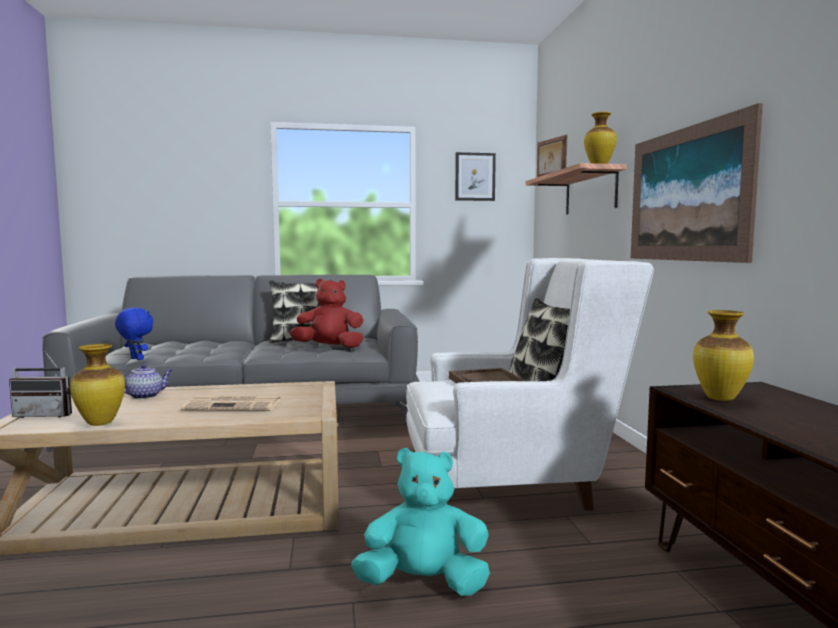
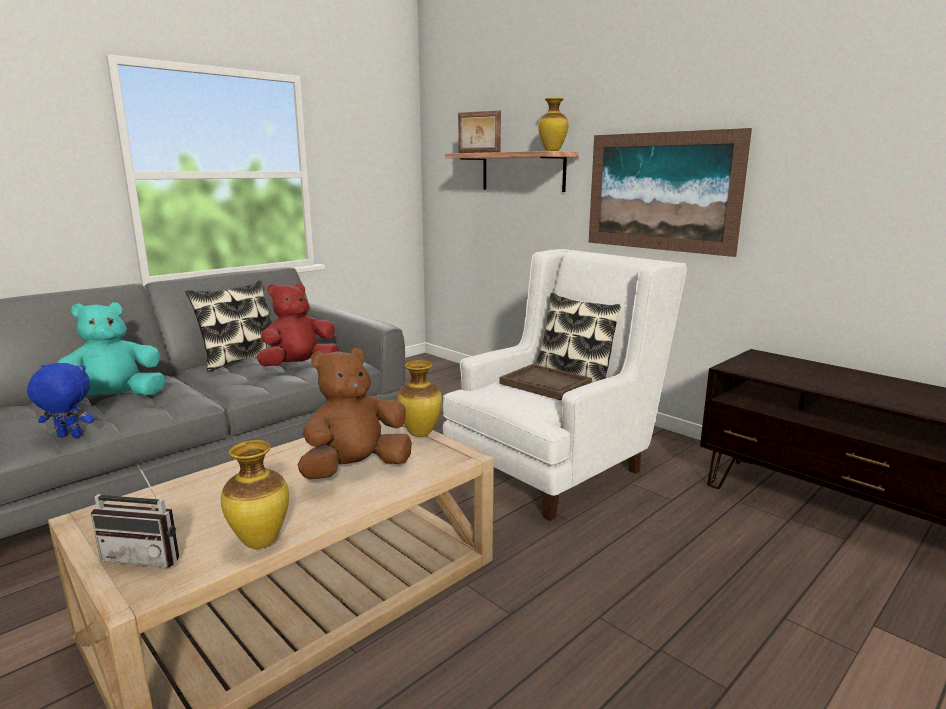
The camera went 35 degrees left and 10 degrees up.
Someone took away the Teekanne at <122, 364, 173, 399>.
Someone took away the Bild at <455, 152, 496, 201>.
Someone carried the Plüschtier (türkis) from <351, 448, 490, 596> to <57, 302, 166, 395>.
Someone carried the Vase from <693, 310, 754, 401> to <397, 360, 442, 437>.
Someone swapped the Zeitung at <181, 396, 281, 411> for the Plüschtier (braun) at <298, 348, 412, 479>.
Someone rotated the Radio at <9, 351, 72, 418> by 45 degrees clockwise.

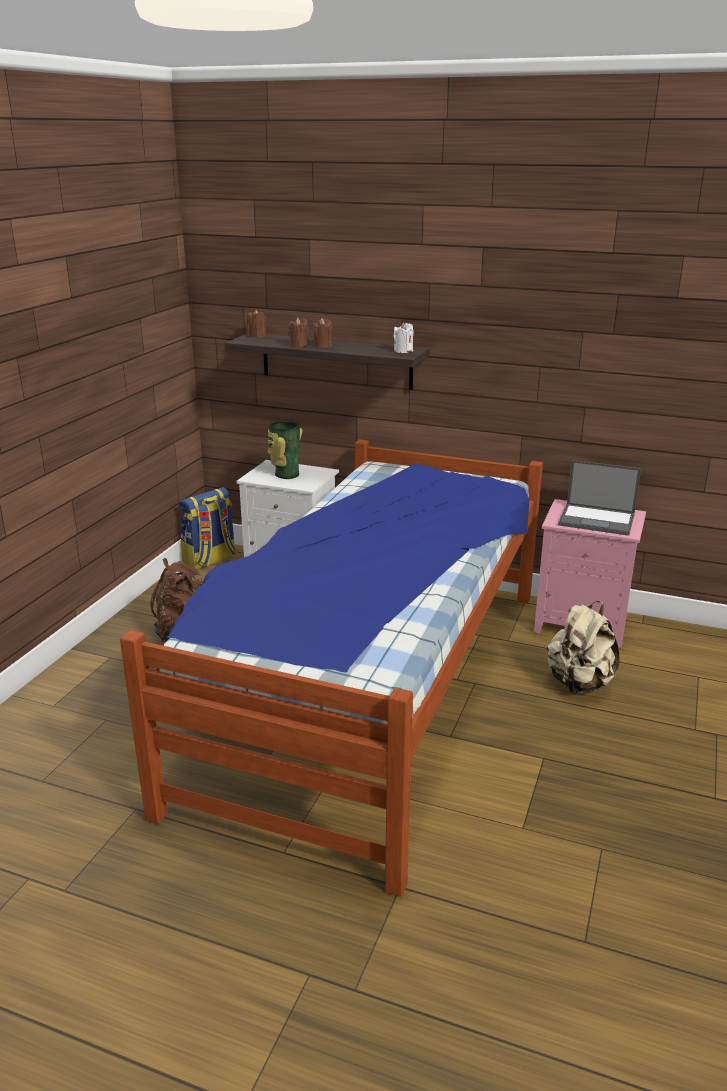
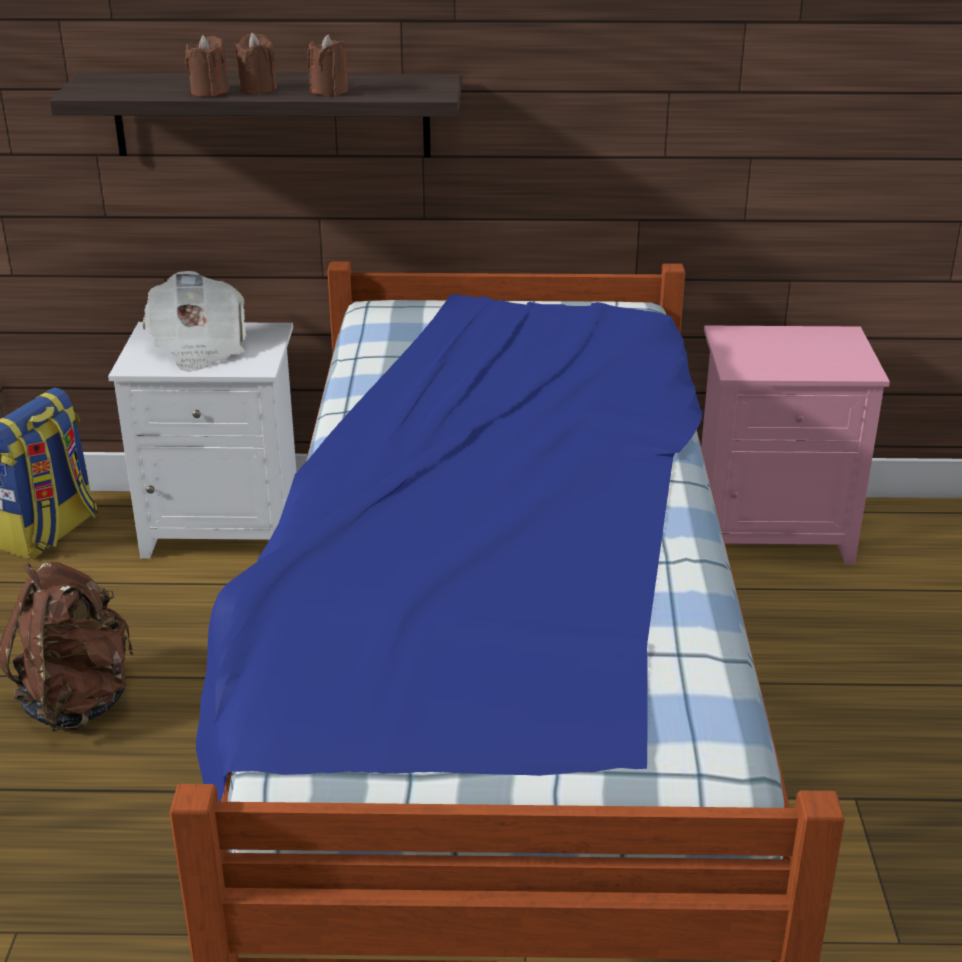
The camera went 20 degrees left and 5 degrees up.
Someone took away the Kerze (weiß) at <394, 322, 414, 353>.
Someone took away the Rucksack (beige) at <547, 601, 619, 693>.
Someone took away the Laptop at <558, 460, 641, 536>.
Someone carried the Kerze (braun) from <247, 309, 266, 338> to <307, 34, 348, 95>.
Someone swapped the Vase at <268, 421, 302, 479> for the Zeitung at <142, 271, 246, 372>.

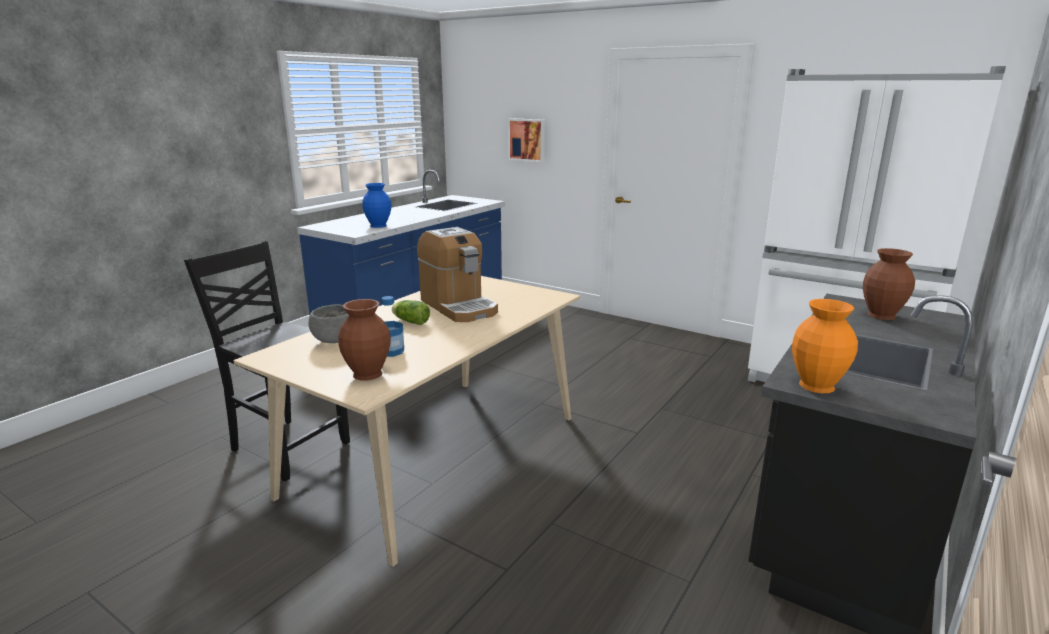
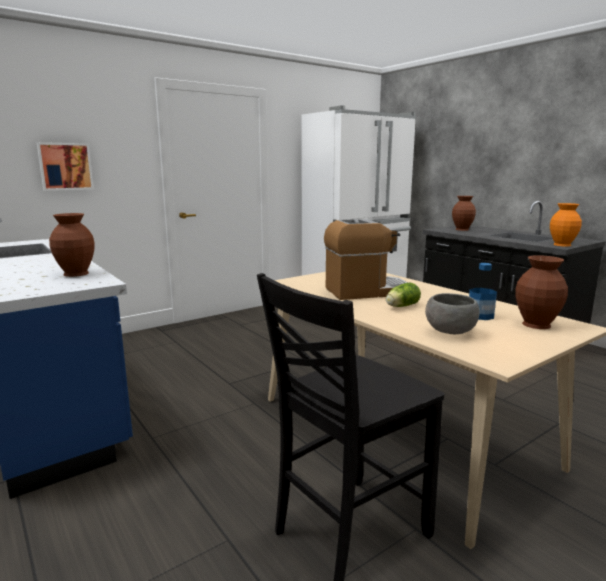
The camera went 70 degrees left and 5 degrees down.
Someone repainted the Vase (blau) at <362, 183, 391, 228>, which became the Vase (braun) at <49, 213, 95, 277>.

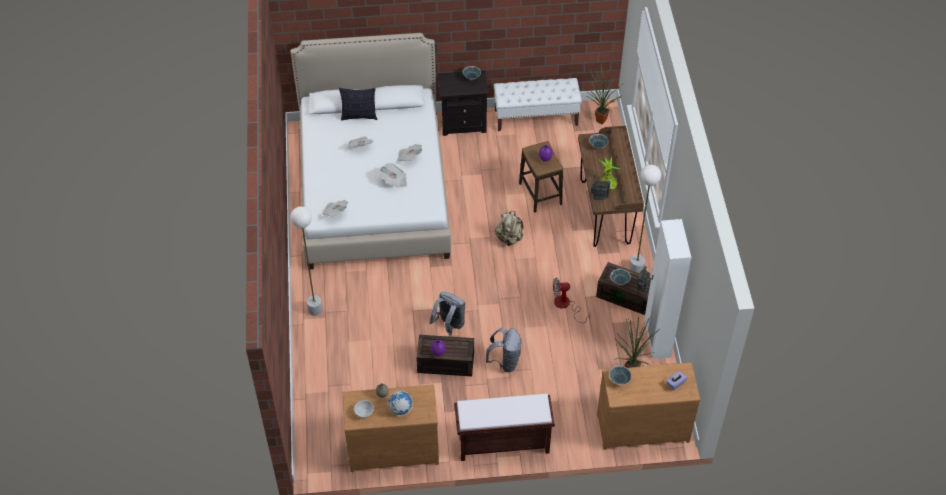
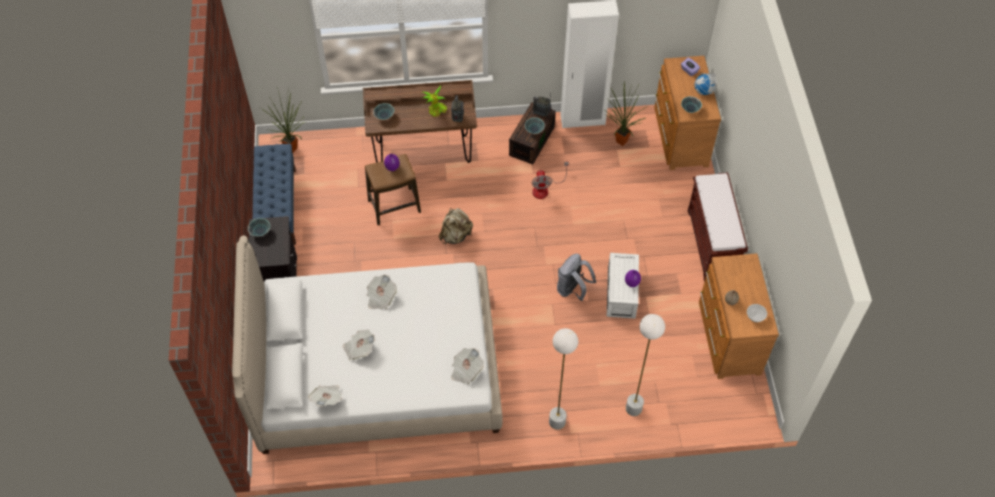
The camera went 90 degrees left and 5 degrees up.
Someone took away the Kissen at <339, 88, 377, 120>.
Someone took away the Rucksack (grau) at <486, 328, 522, 372>.
Someone carried the Zeitung from <380, 163, 407, 187> to <308, 385, 342, 406>.
Someone carried the Globus from <387, 390, 413, 416> to <695, 73, 717, 95>.
Someone carried the Stehlampe (weiß) from <629, 165, 661, 273> to <626, 314, 665, 416>.
Someone repainted the Aufbewahrungsbox (braun) at <416, 335, 474, 376>, which became the Aufbewahrungsbox (weiß) at <607, 253, 639, 319>.
Someone repainted the Bank (weiß) at <494, 78, 582, 131>, which became the Bank (blau) at <252, 144, 296, 245>.

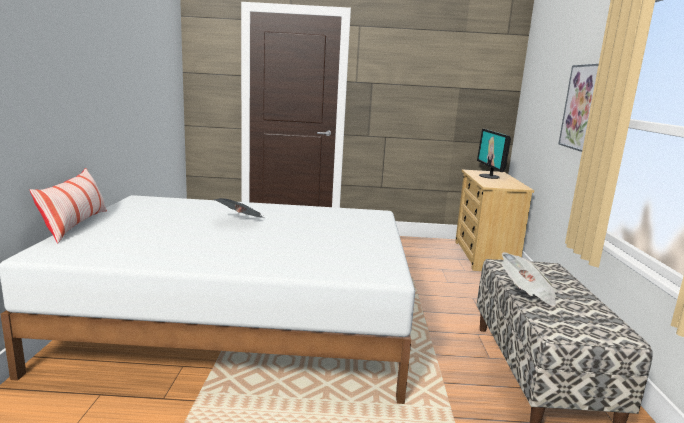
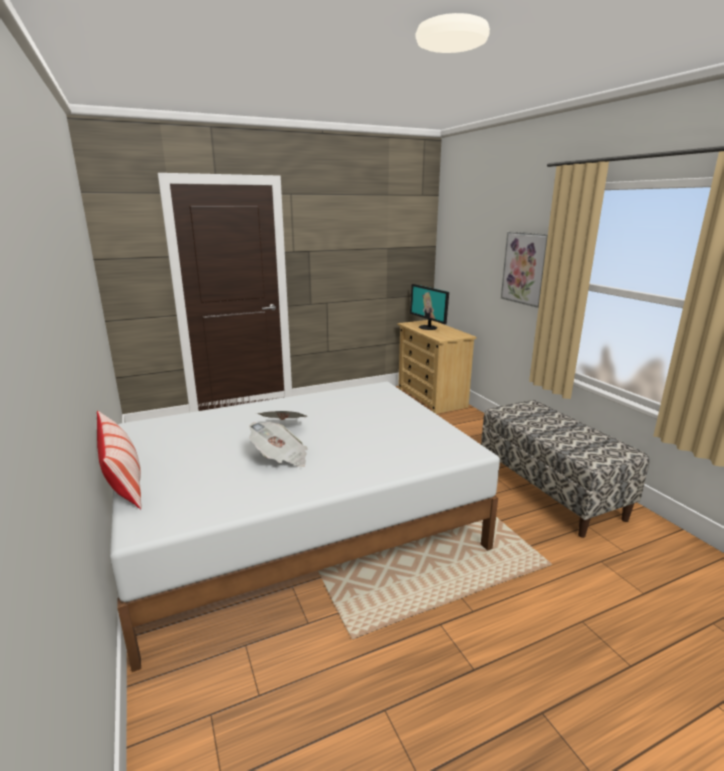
The camera went 25 degrees left and 5 degrees up.
Someone carried the Zeitung from <502, 252, 557, 307> to <249, 422, 308, 467>.

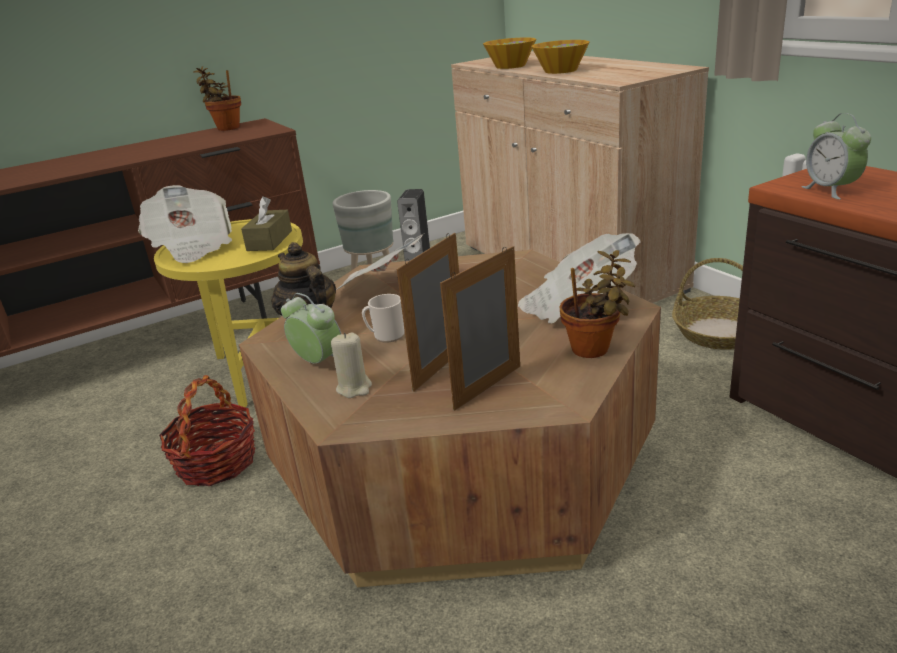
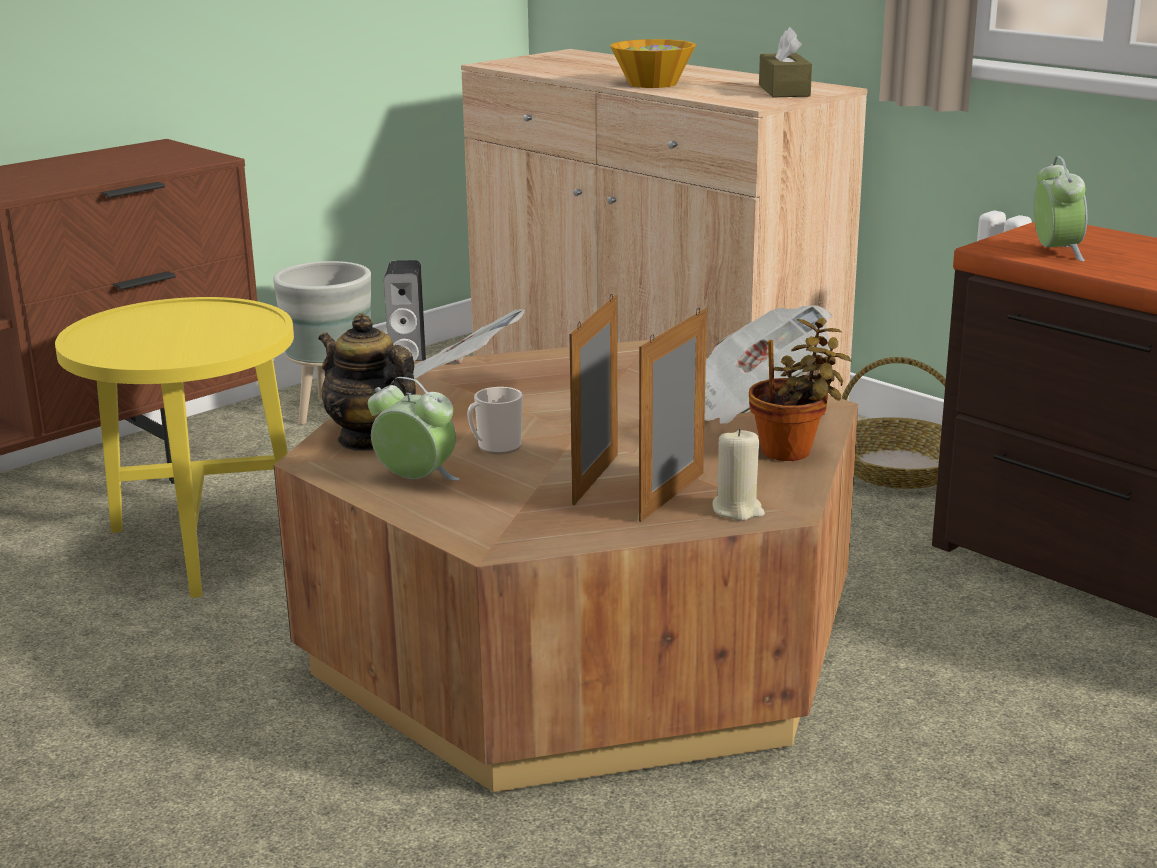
The camera went 15 degrees left and 5 degrees down.
Someone took away the Zeitung at <138, 185, 232, 263>.
Someone took away the Korb at <159, 375, 255, 486>.
Someone took away the Topfpflanze at <194, 66, 241, 131>.
Someone took away the Schüssel at <483, 37, 536, 69>.
Someone carried the Taschentuchbox (braun) from <241, 196, 292, 251> to <759, 27, 812, 97>.
Someone carried the Kerze (beige) from <331, 332, 372, 398> to <712, 428, 765, 521>.
Someone rotated the Wecker at <801, 113, 871, 200> by 150 degrees counterclockwise.

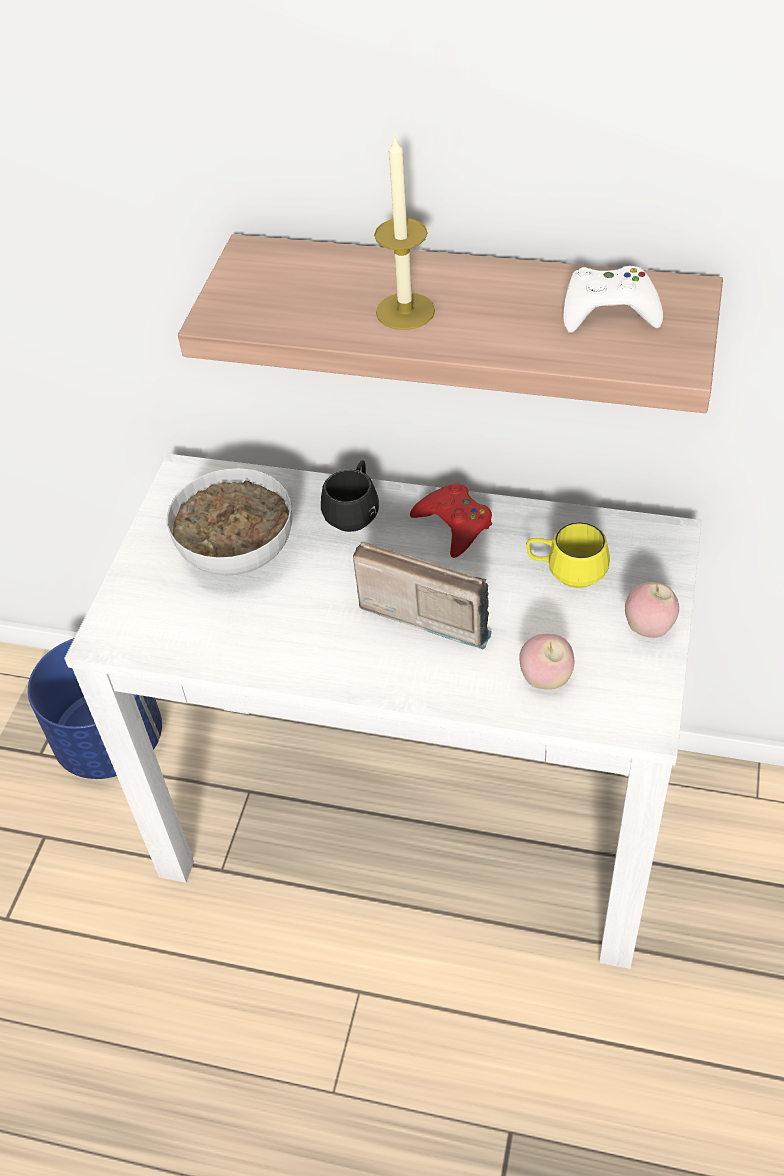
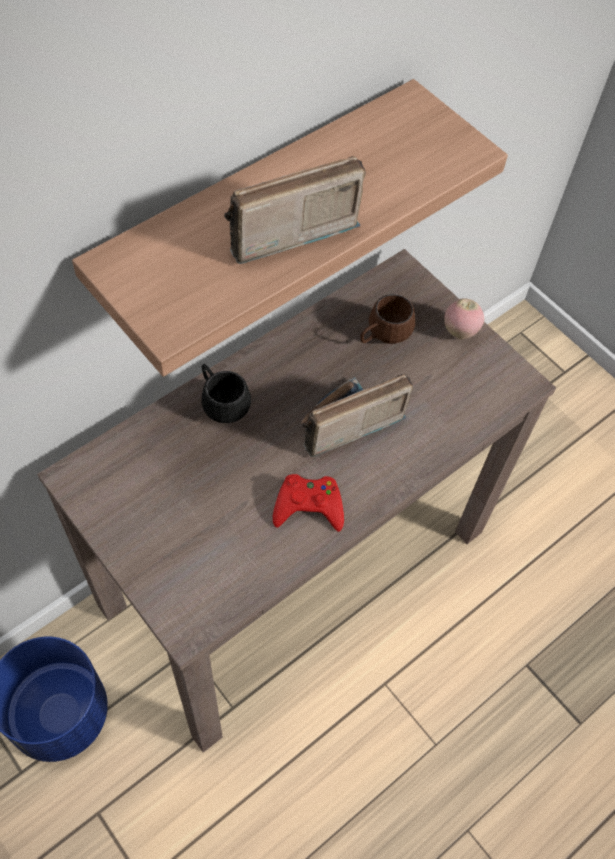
The camera went 60 degrees left and 10 degrees up.
Someone took away the Schüssel at <167, 468, 292, 575>.
Someone took away the Apfel at <519, 634, 574, 690>.
Someone took away the Gamepad (weiß) at <563, 266, 663, 333>.
Someone carried the Gamepad (rot) from <410, 483, 492, 558> to <273, 474, 344, 532>.
Someone swapped the Kerze at <374, 137, 435, 330> for the Radio at <224, 156, 366, 264>.
Someone repainted the Konsolentisch (weiß) at <64, 454, 702, 969>, which became the Konsolentisch (braun) at <37, 249, 556, 752>.
Someone repainted the Henkelbecher (gelb) at <526, 522, 610, 588>, which became the Henkelbecher (braun) at <360, 294, 415, 344>.

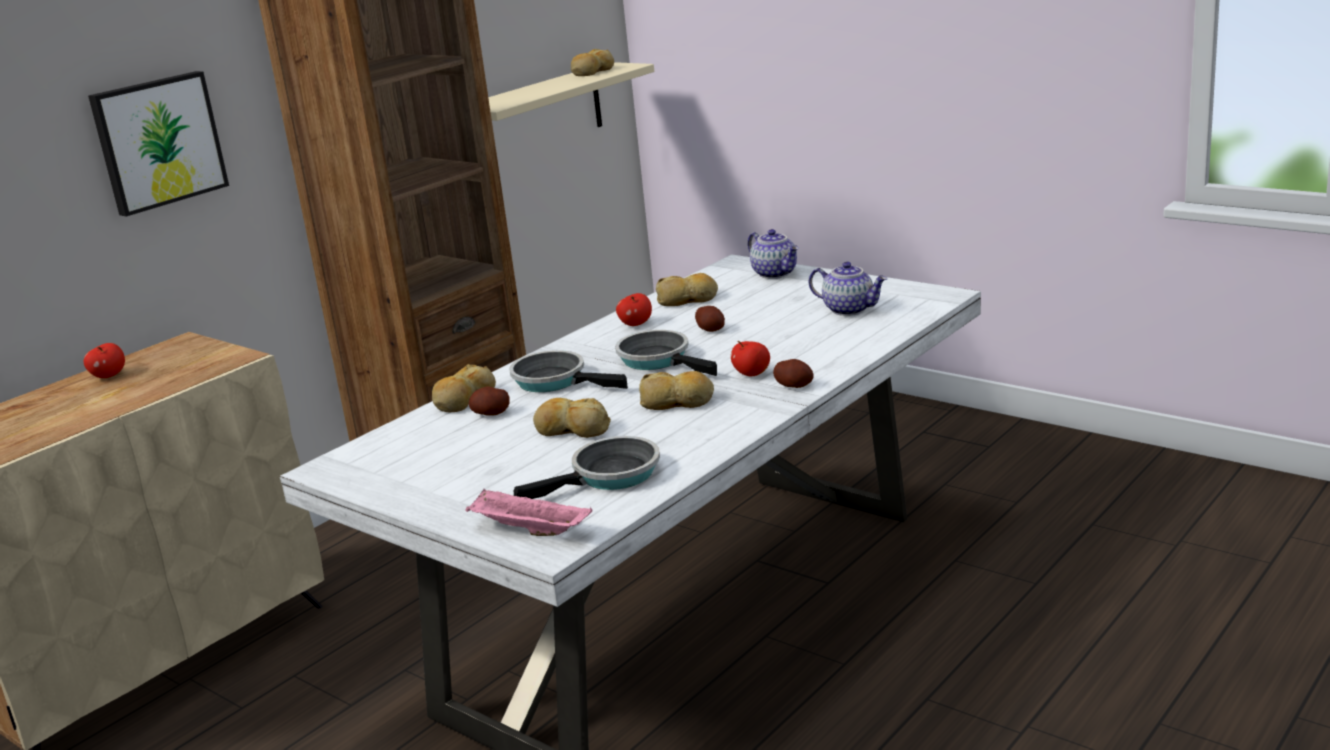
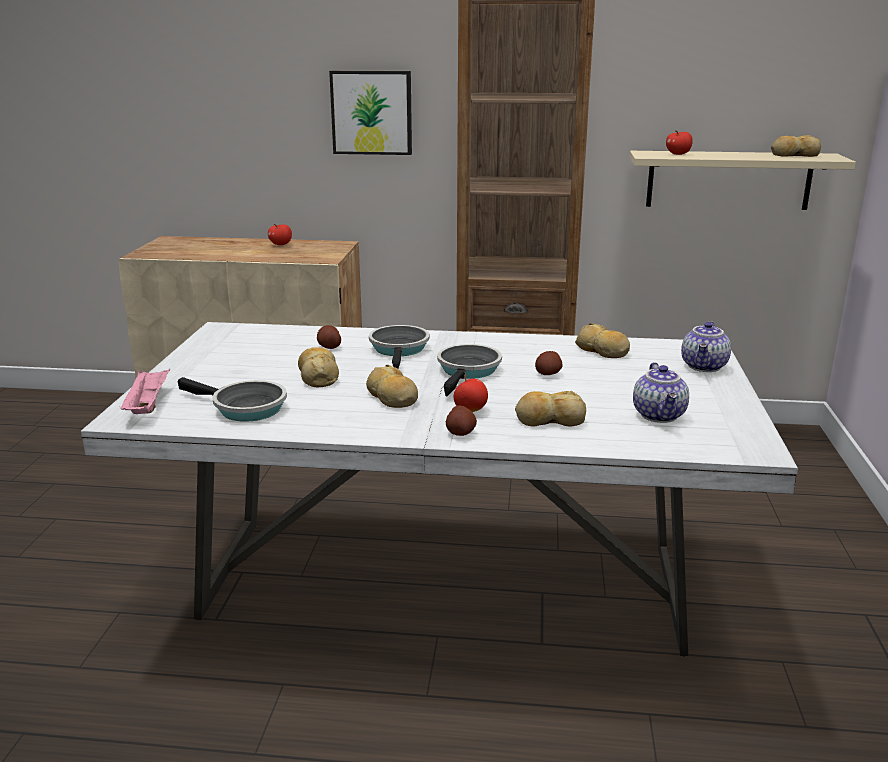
The camera went 55 degrees right and 0 degrees up.
Someone carried the Brot from <432, 364, 496, 412> to <515, 391, 586, 427>.
Someone carried the Apfel from <616, 293, 652, 326> to <666, 130, 693, 155>.

